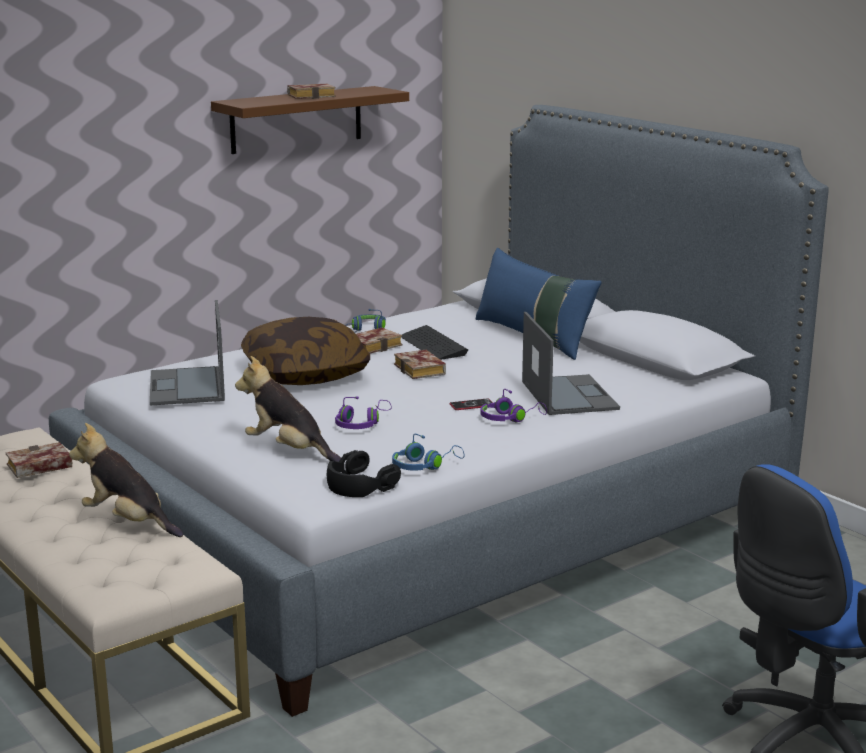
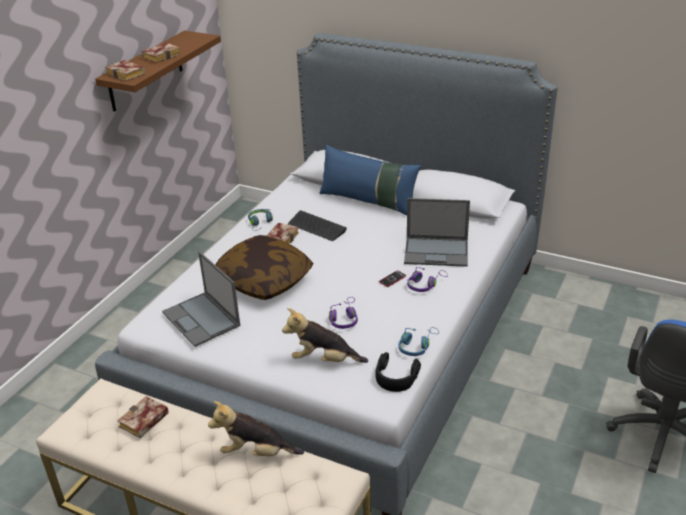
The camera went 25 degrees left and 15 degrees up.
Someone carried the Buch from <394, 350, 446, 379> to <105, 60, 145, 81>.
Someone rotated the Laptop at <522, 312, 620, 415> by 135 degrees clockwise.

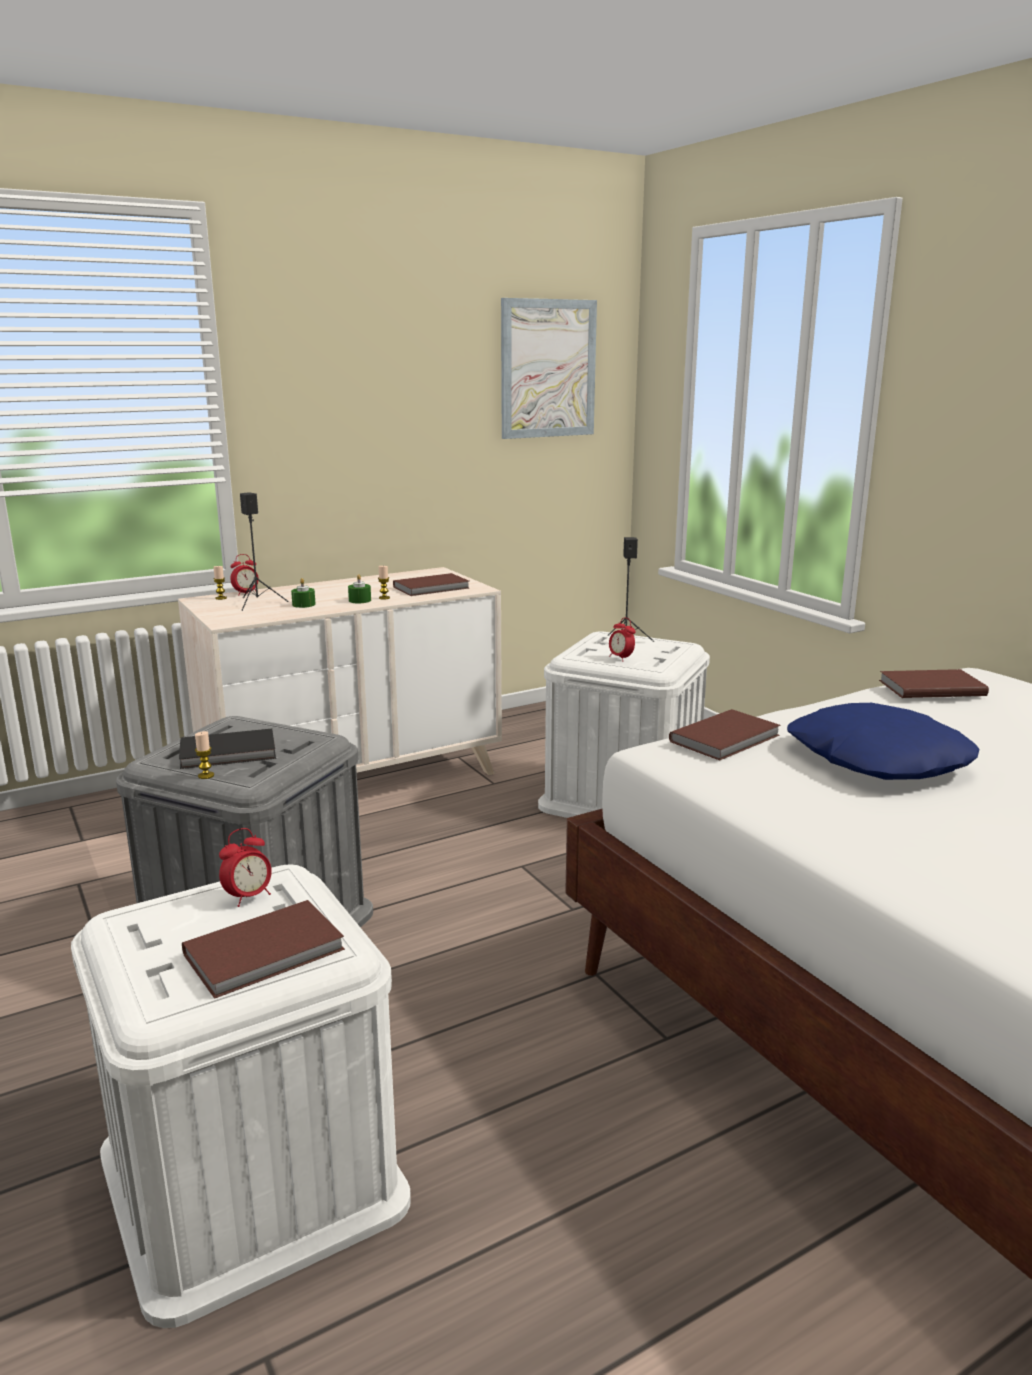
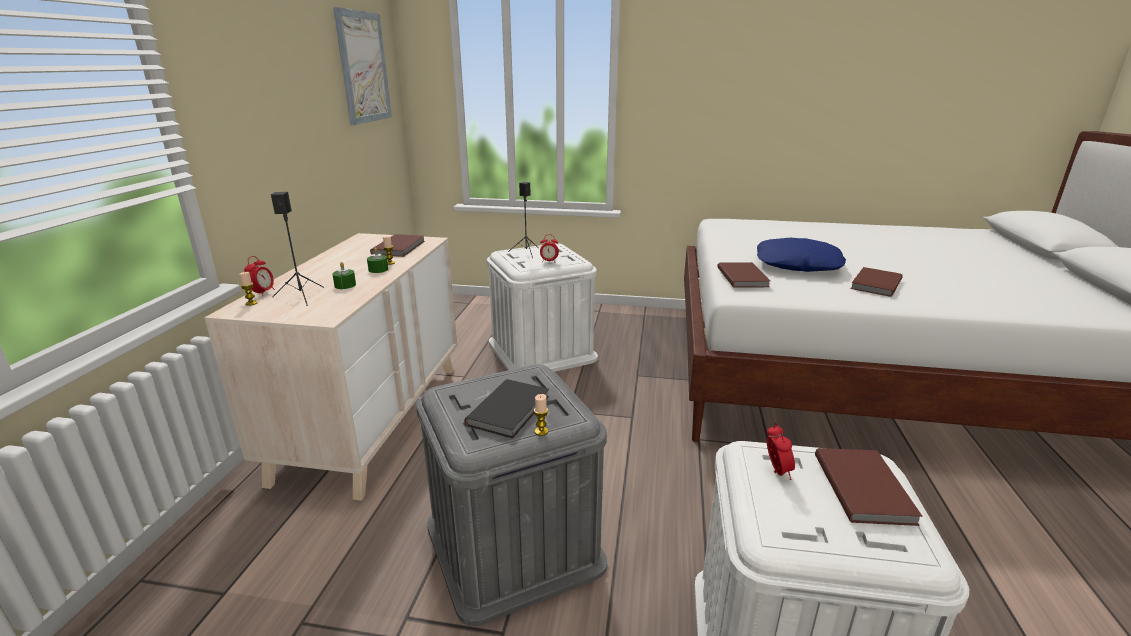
The camera went 50 degrees left and 5 degrees up.
Someone carried the Buch (braun) from <879, 669, 989, 698> to <850, 267, 903, 297>.

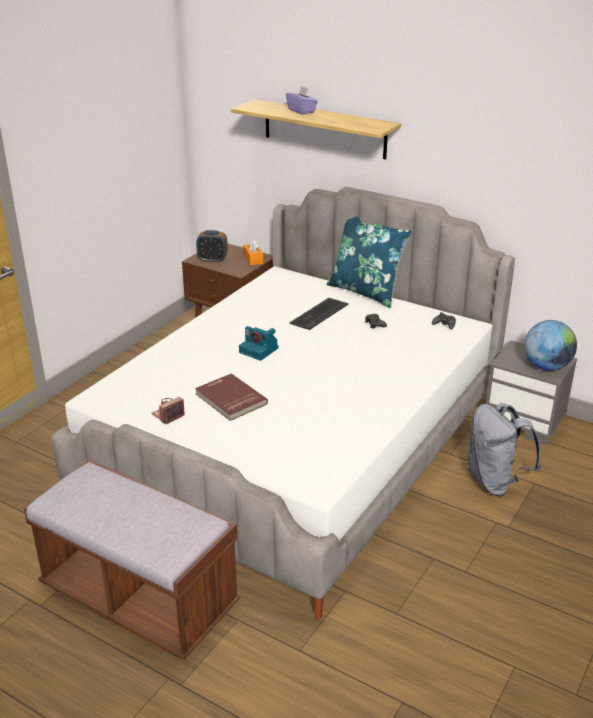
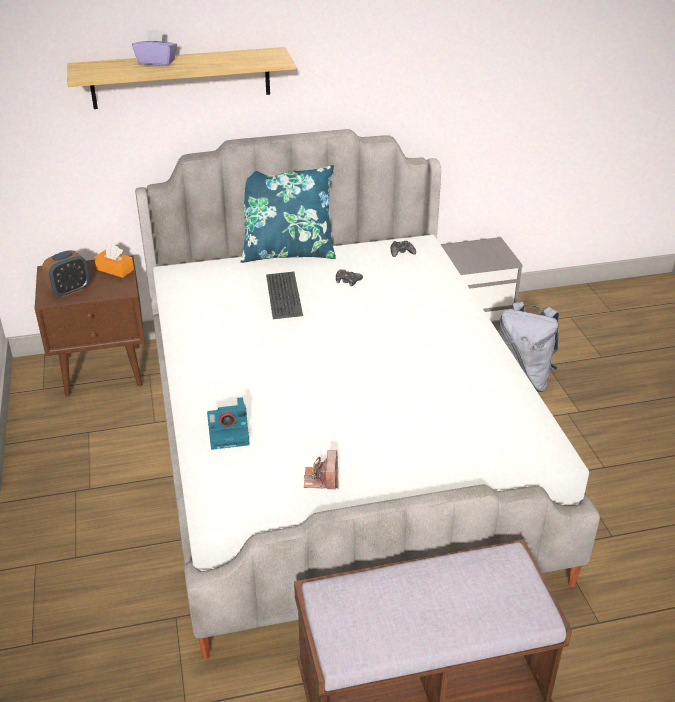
The camera went 45 degrees left and 5 degrees up.
Someone took away the Buch (rot) at <195, 373, 268, 421>.
Someone took away the Globus at <524, 320, 577, 370>.
Someone carried the Kamera from <239, 326, 279, 361> to <207, 398, 250, 450>.

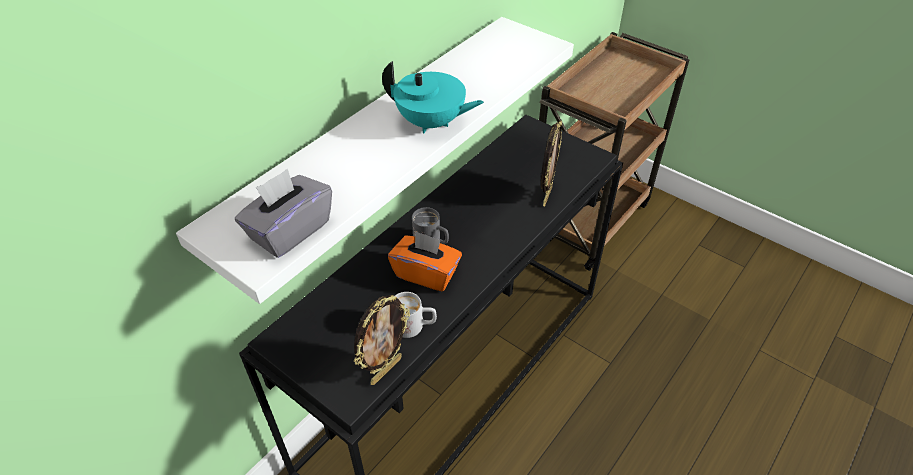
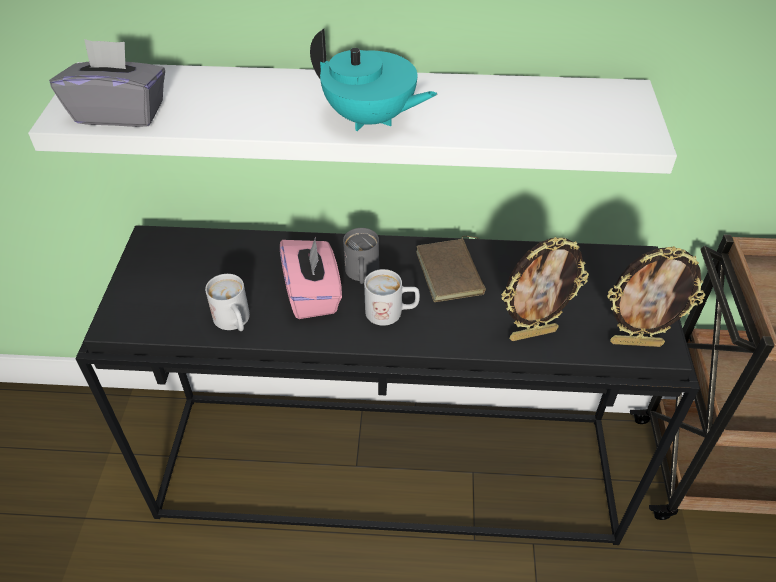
The camera went 55 degrees right and 0 degrees up.
Someone put down the Henkelbecher (weiß) at <364, 269, 420, 326>.
Someone put down the Buch (braun) at <416, 236, 486, 302>.
Someone carried the Bilderrahmen from <354, 295, 410, 385> to <607, 246, 705, 347>.
Someone repainted the Taschentuchbox (orange) at <388, 231, 462, 291>, which became the Taschentuchbox (rosa) at <280, 236, 342, 319>.
Someone rotated the Teekanne (türkis) at <382, 61, 484, 133> by 45 degrees counterclockwise.

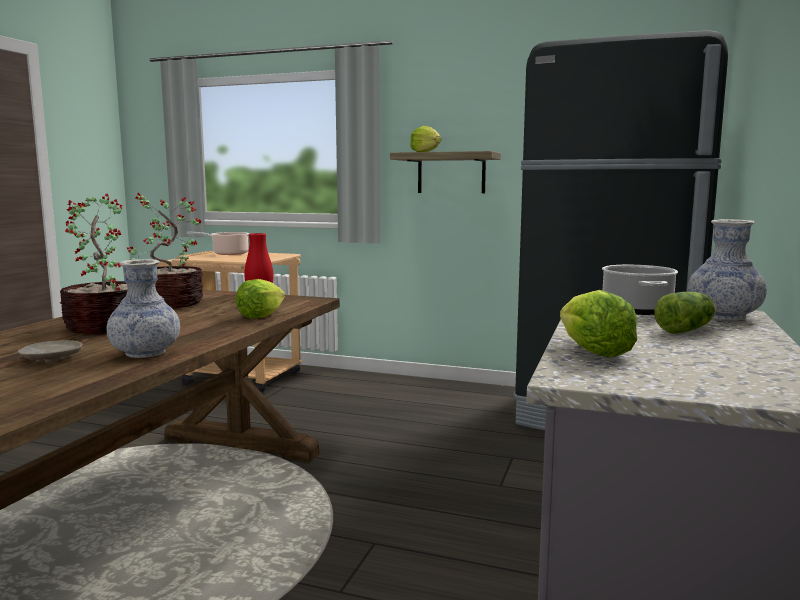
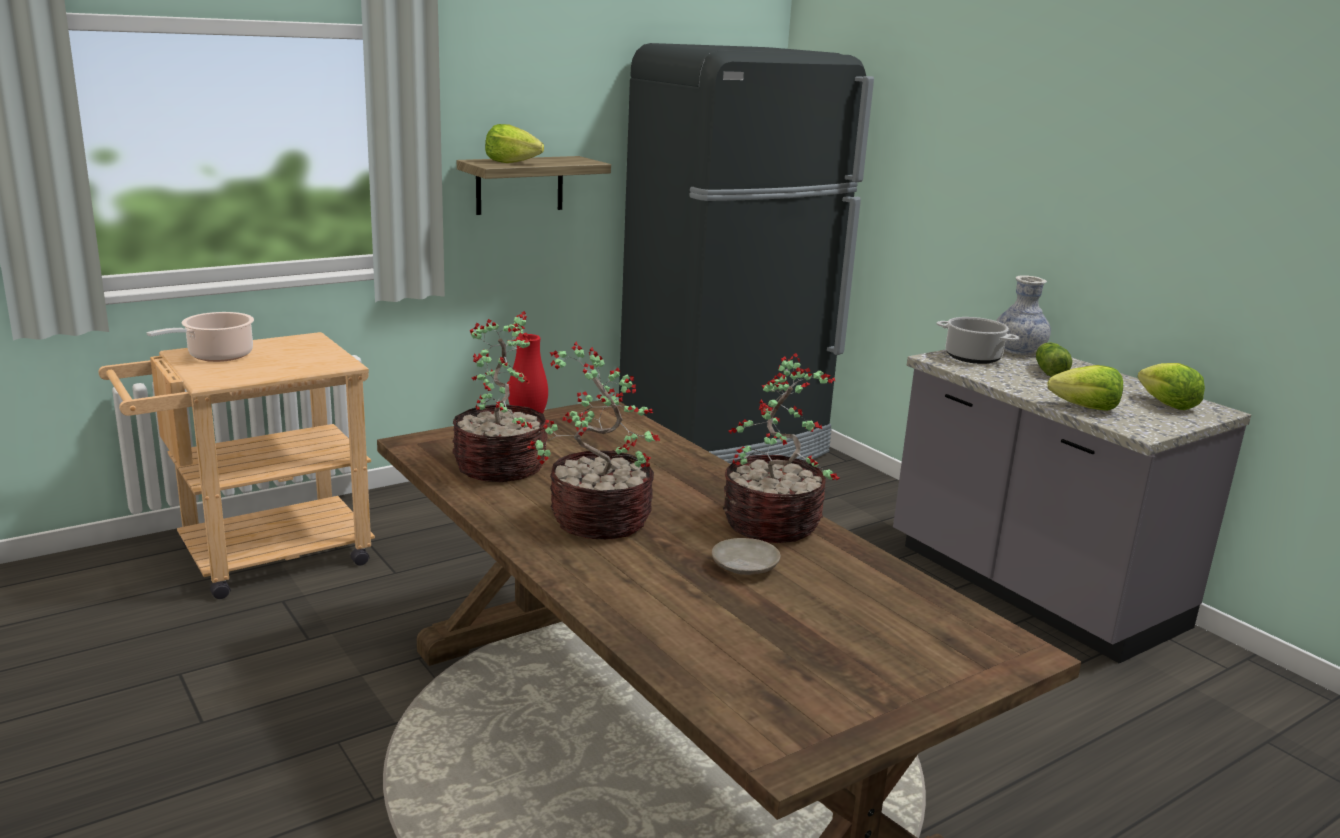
The camera went 55 degrees left and 10 degrees up.
Someone carried the Salatkopf from <235, 279, 285, 318> to <1137, 363, 1205, 410>.
Someone swapped the Vase at <107, 259, 180, 358> for the Topfpflanze at <723, 353, 840, 543>.

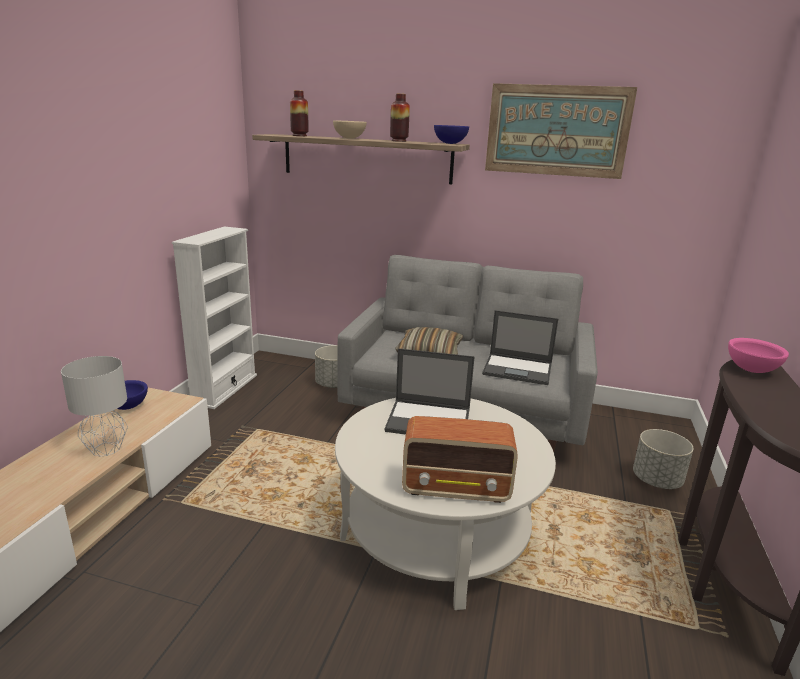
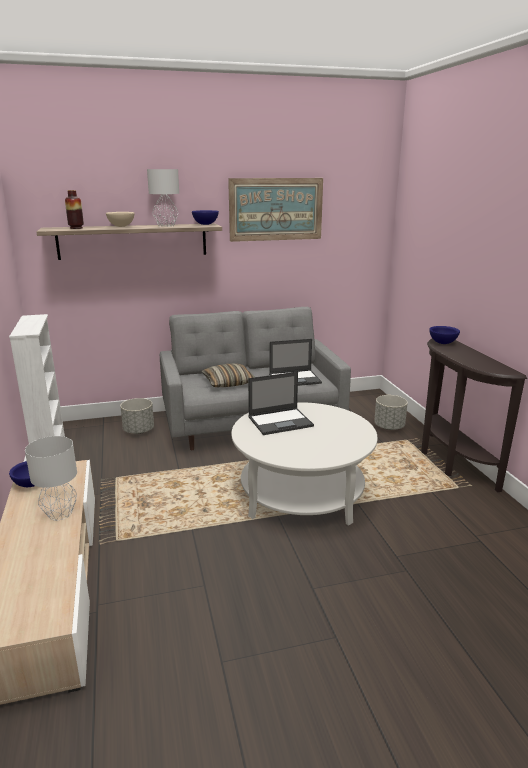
The camera went 30 degrees left and 0 degrees up.
Someone took away the Radio at <402, 416, 518, 503>.
Someone swapped the Vase at <390, 94, 410, 142> for the Tischlampe (grau) at <147, 169, 179, 227>.
Someone repainted the Schüssel (rosa) at <728, 338, 789, 373>, which became the Schüssel (blau) at <429, 326, 460, 344>.

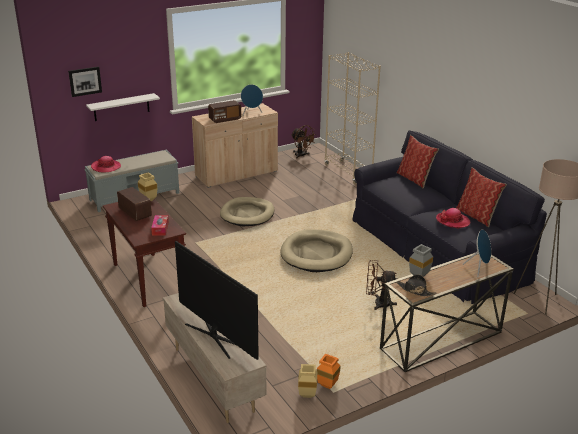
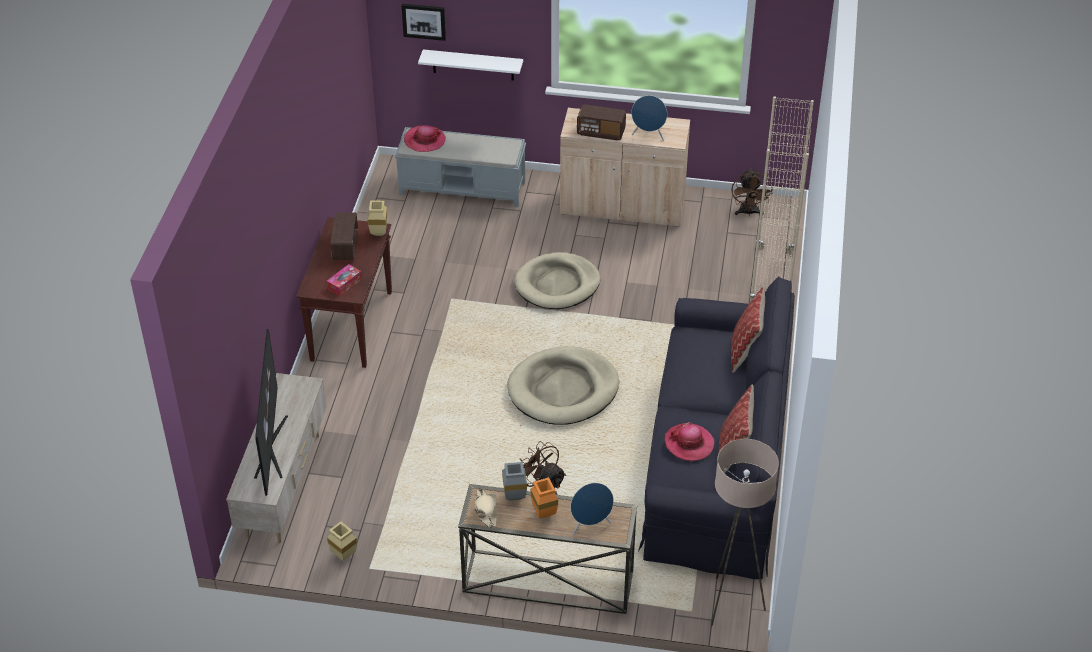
The camera went 40 degrees right and 15 degrees up.
Someone carried the Vase (orange) from <317, 354, 341, 389> to <530, 477, 558, 518>.
Someone repainted the Hut (schwarz) at <396, 275, 436, 296>, which became the Hut (beige) at <475, 489, 497, 528>.

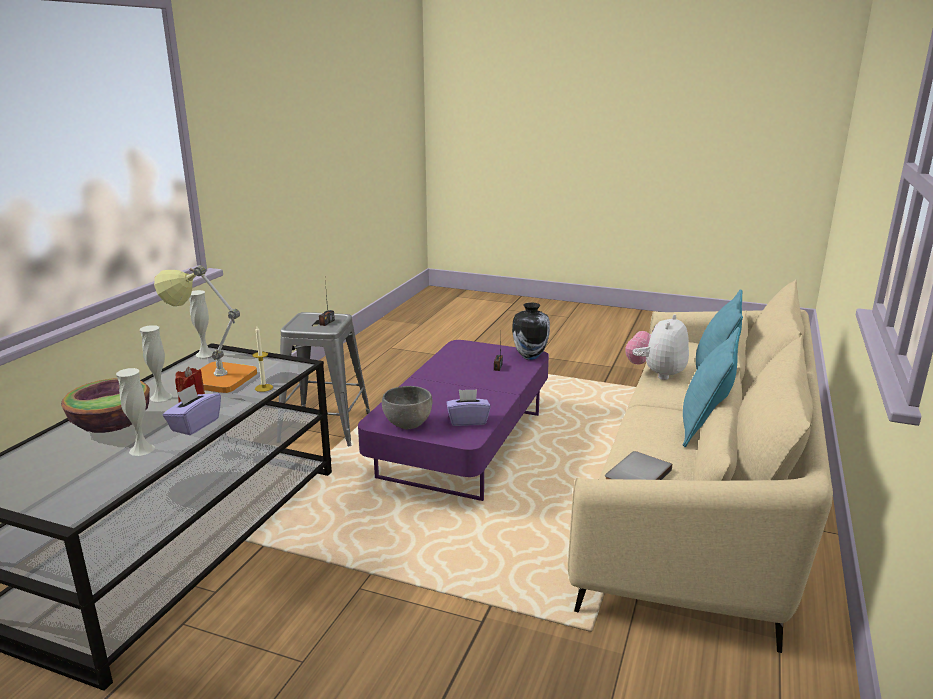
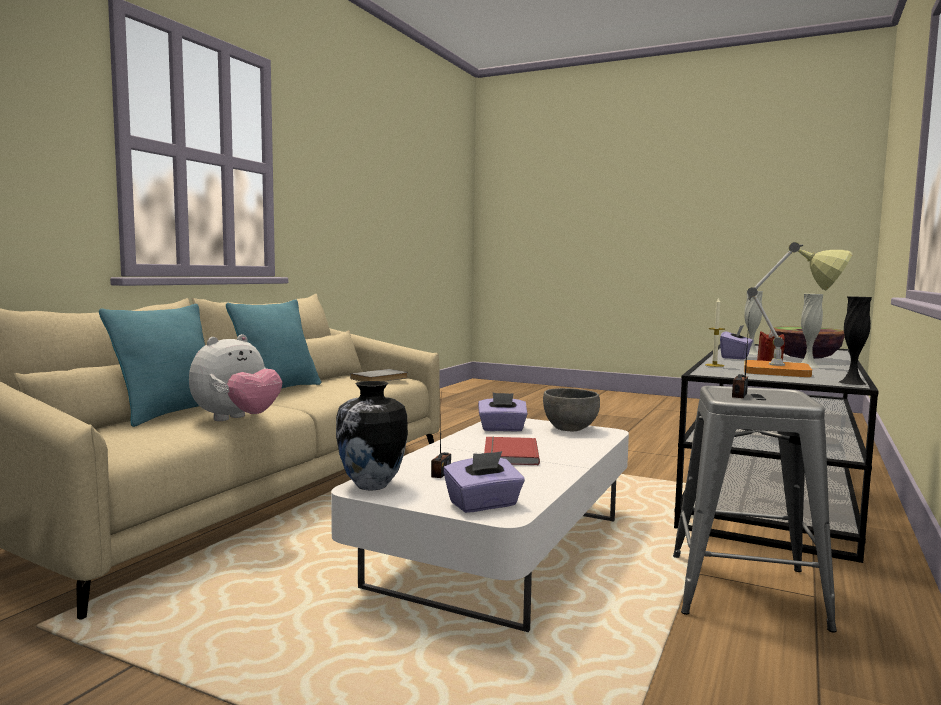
The camera went 175 degrees left and 15 degrees down.
Someone put down the Taschentuchbox (lila) at <443, 451, 525, 513>.
Someone put down the Buch (rot) at <484, 436, 540, 465>.
Someone repainted the Vase (weiß) at <189, 290, 213, 358>, which became the Vase (schwarz) at <839, 296, 872, 385>.
Someone repainted the Couchtisch (lila) at <358, 340, 549, 501>, which became the Couchtisch (weiß) at <331, 418, 629, 632>.

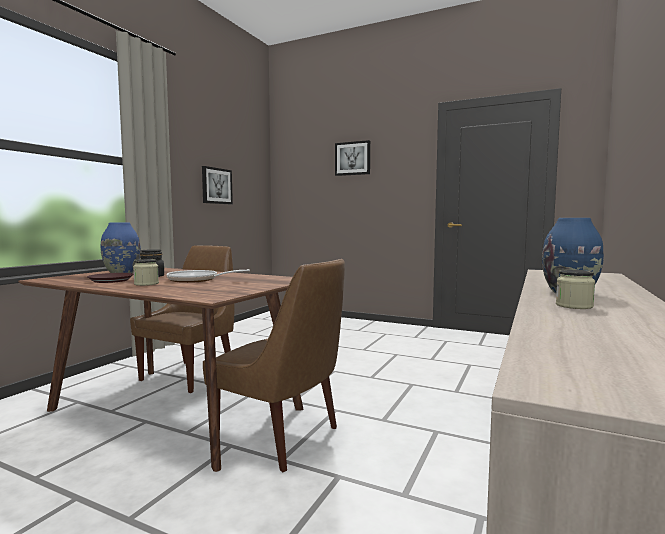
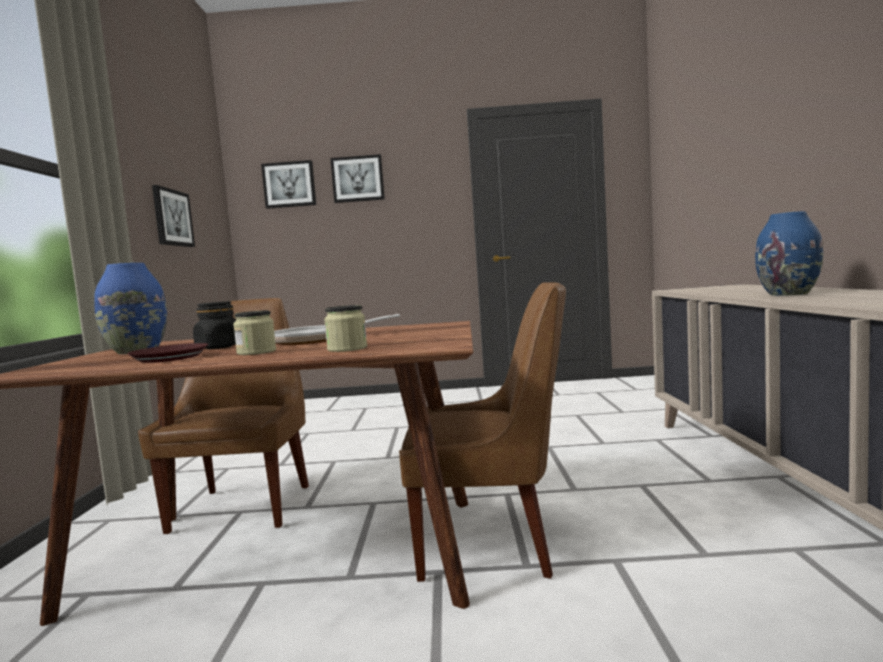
The camera went 25 degrees left and 0 degrees up.
Someone put up the Bild at <261, 160, 316, 209>.
Someone carried the Vorratsglas from <556, 270, 595, 309> to <324, 305, 367, 352>.

